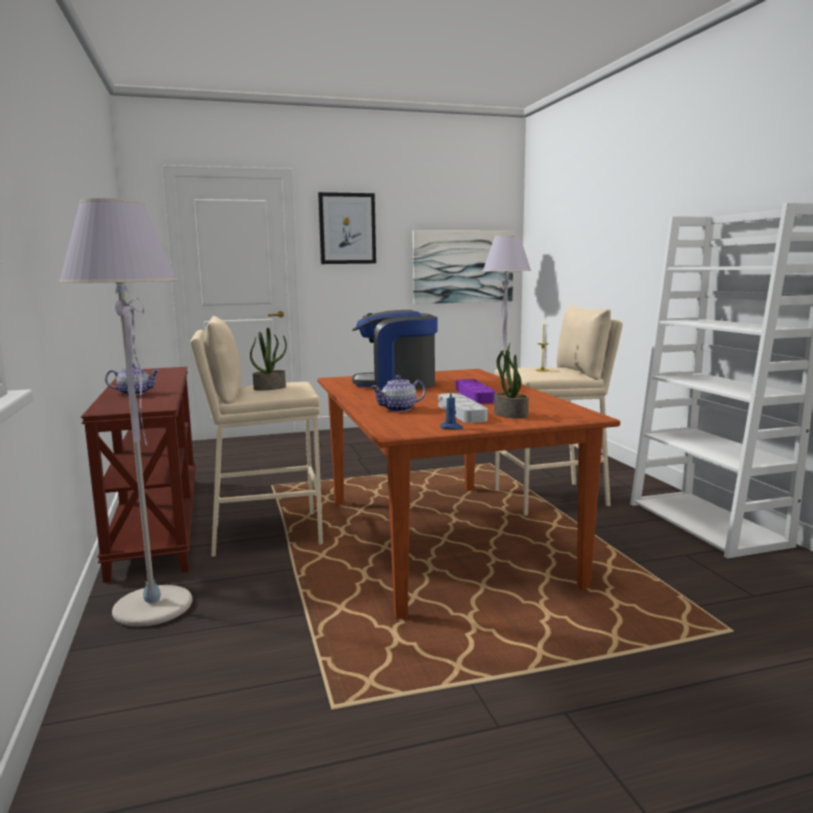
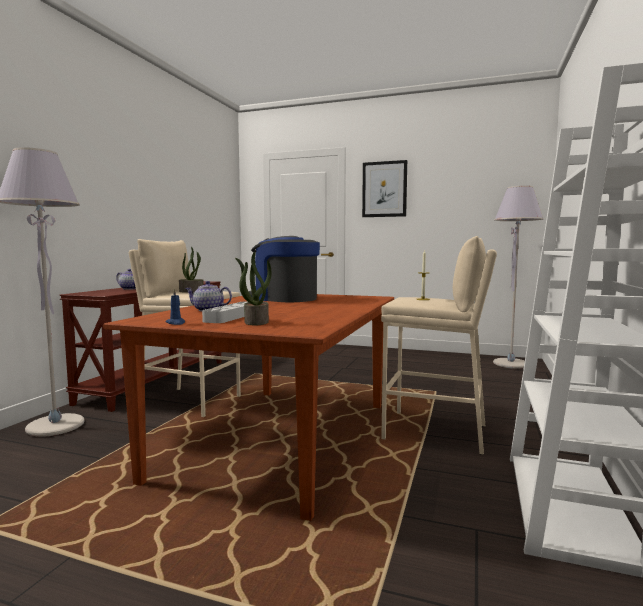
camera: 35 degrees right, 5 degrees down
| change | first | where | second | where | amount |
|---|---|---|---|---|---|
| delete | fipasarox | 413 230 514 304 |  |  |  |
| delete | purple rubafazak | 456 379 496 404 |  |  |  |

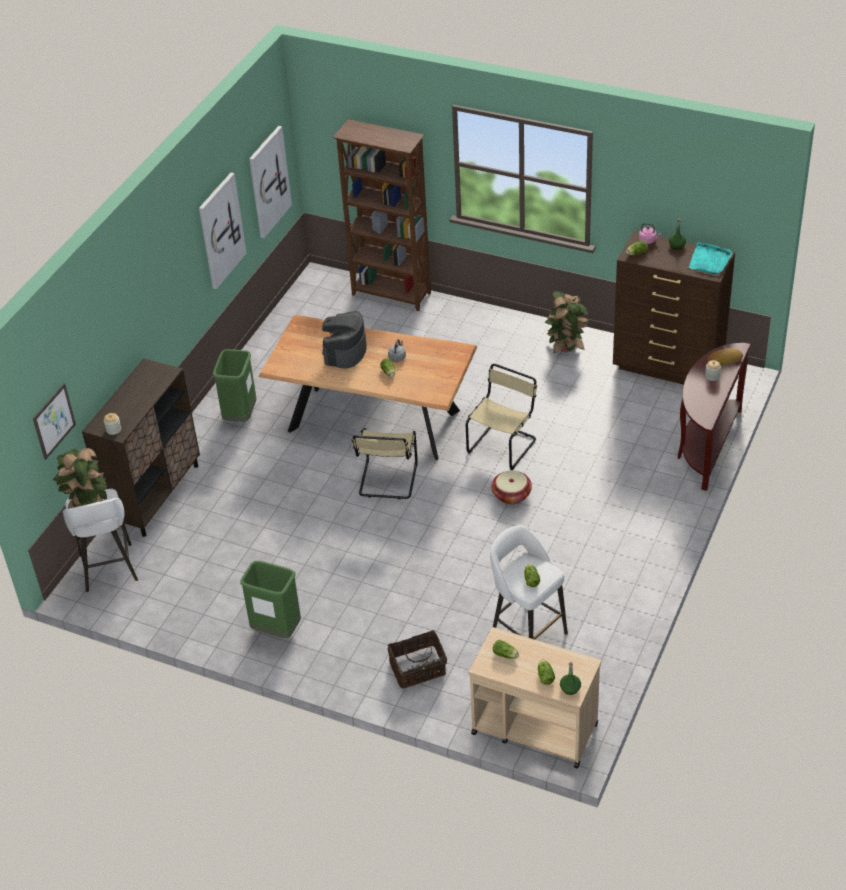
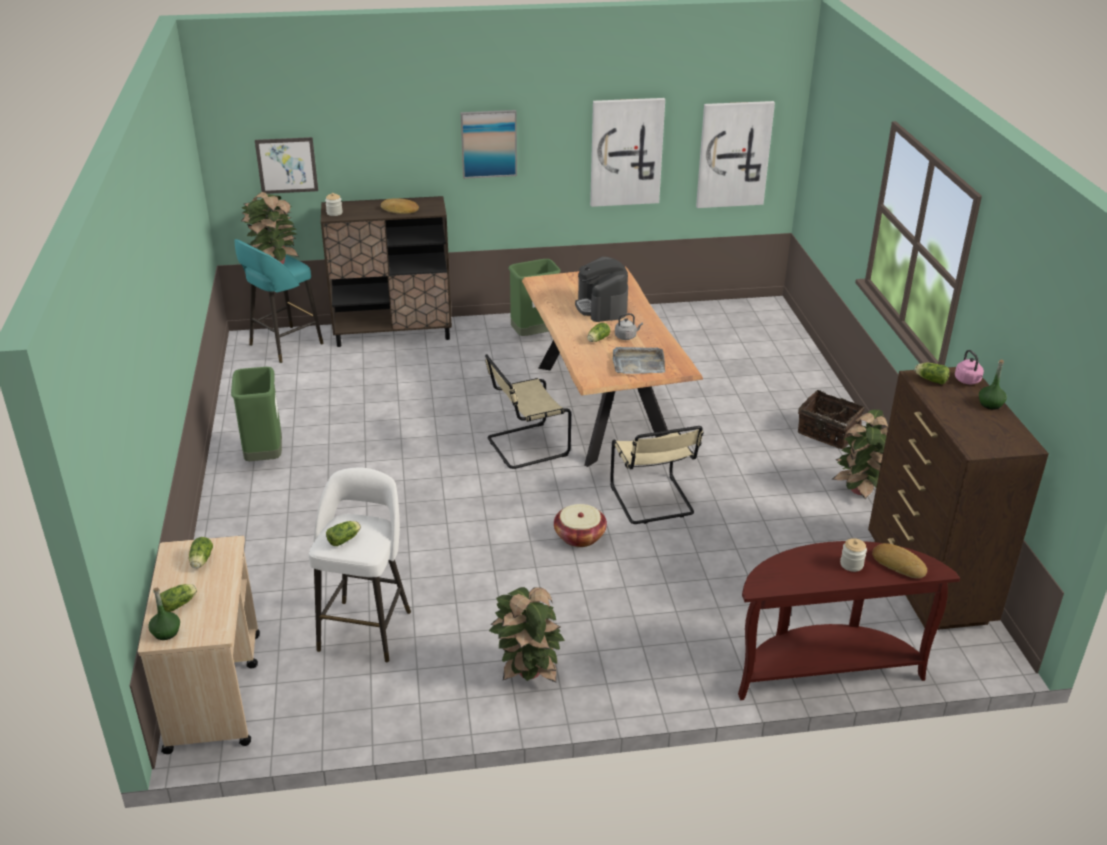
camera: 55 degrees right, 10 degrees down
| change | first | where | second | where | amount |
|---|---|---|---|---|---|
| recolor | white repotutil | 63 489 138 592 | turquoise repotutil | 234 239 324 363 |  |
| insert |  |  | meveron | 381 198 419 214 |  |
| insert |  |  | fipasarox | 461 110 517 179 |  |
| insert |  |  | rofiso | 489 587 565 683 |  |
| rotate | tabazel | 322 311 367 369 |  | 575 257 628 322 | 90 degrees counterclockwise |
| rotate | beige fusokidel | 466 364 537 470 |  | 610 426 703 524 | 75 degrees clockwise |
| insert |  |  | grey rubafazak | 613 347 665 374 |  |
| move | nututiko | 388 630 447 689 |  | 798 390 865 449 |  |
| delete | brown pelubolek | 333 119 431 311 |  |  |  |
| delete | turquoise rubafazak | 689 243 733 275 |  |  |  |

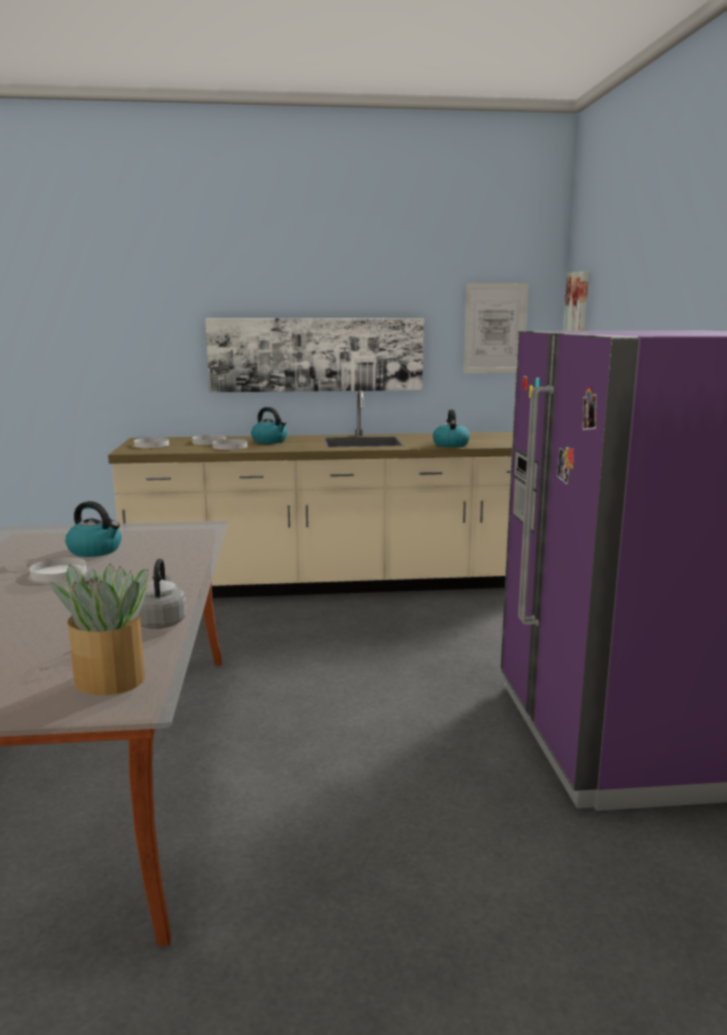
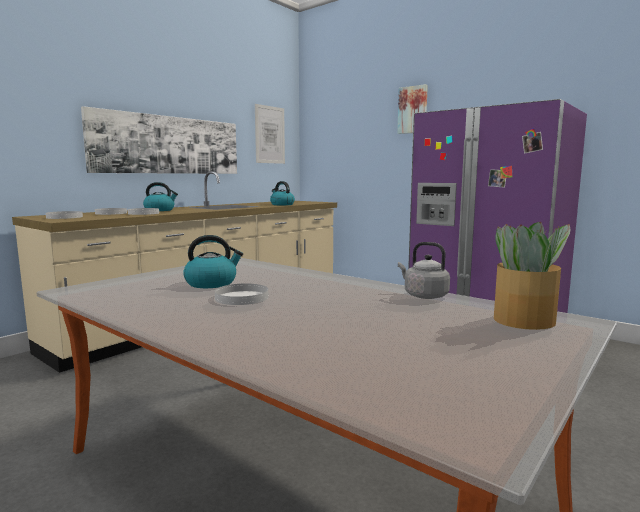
camera: 45 degrees left, 5 degrees down
| change | first | where | second | where | amount |
|---|---|---|---|---|---|
| move | fipasarox | 563 271 589 331 |  | 397 84 428 134 |  |

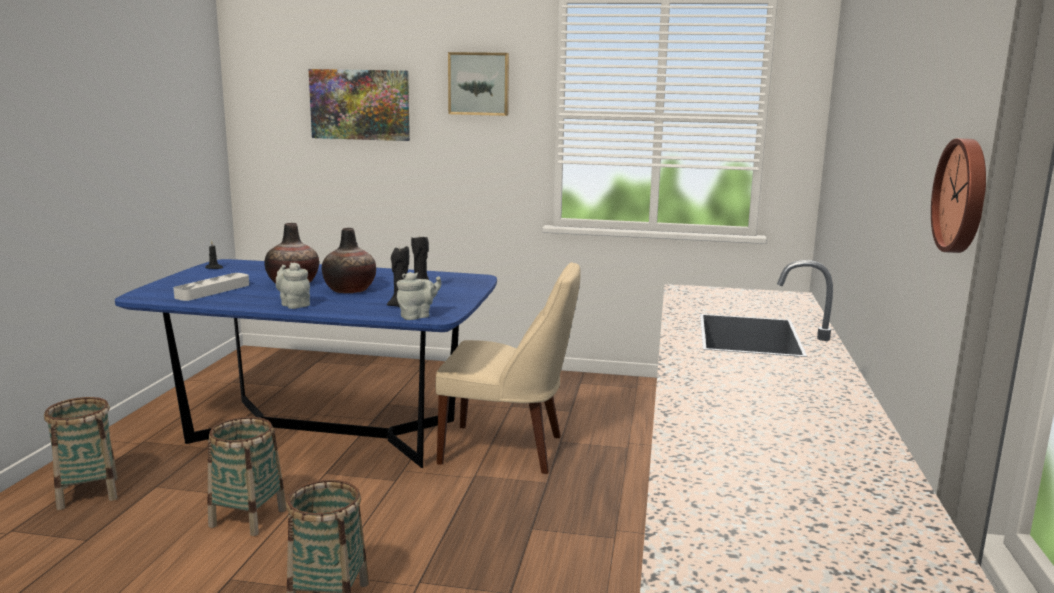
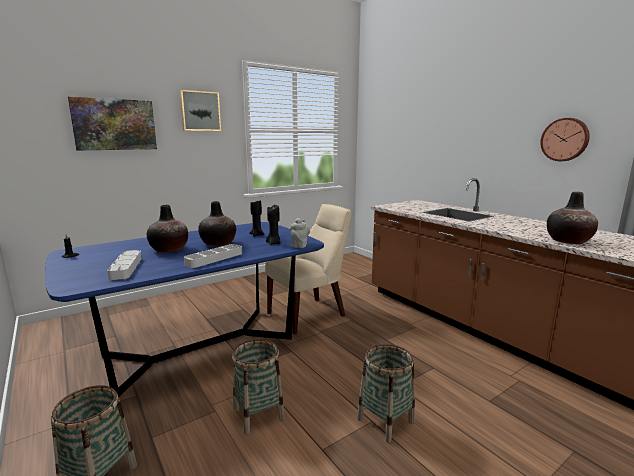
camera: 45 degrees left, 0 degrees up
| change | first | where | second | where | amount |
|---|---|---|---|---|---|
| replace | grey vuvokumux | 276 263 310 309 | grey rubafazak | 184 244 242 268 |  |
| insert |  |  | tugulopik | 547 192 598 244 |  |

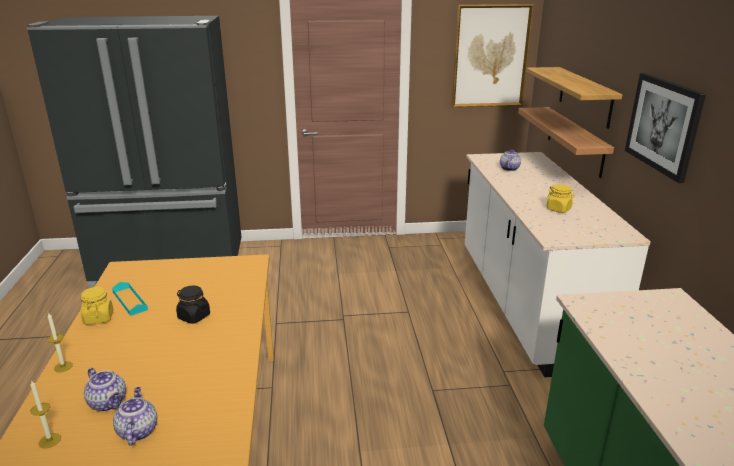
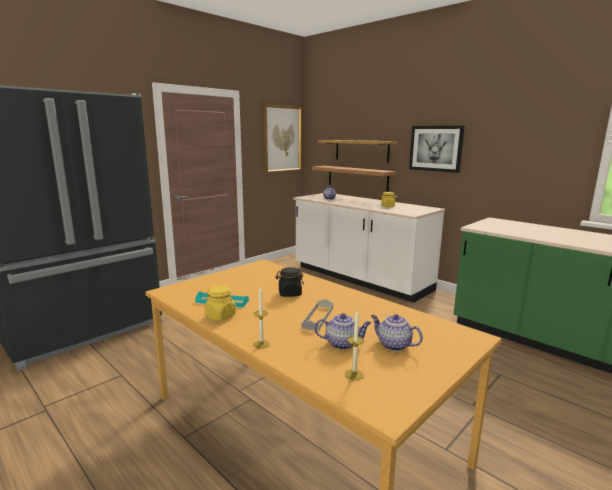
camera: 40 degrees left, 10 degrees down
| change | first | where | second | where | amount |
|---|---|---|---|---|---|
| insert |  |  | grey rubafazak | 301 299 333 331 |  |

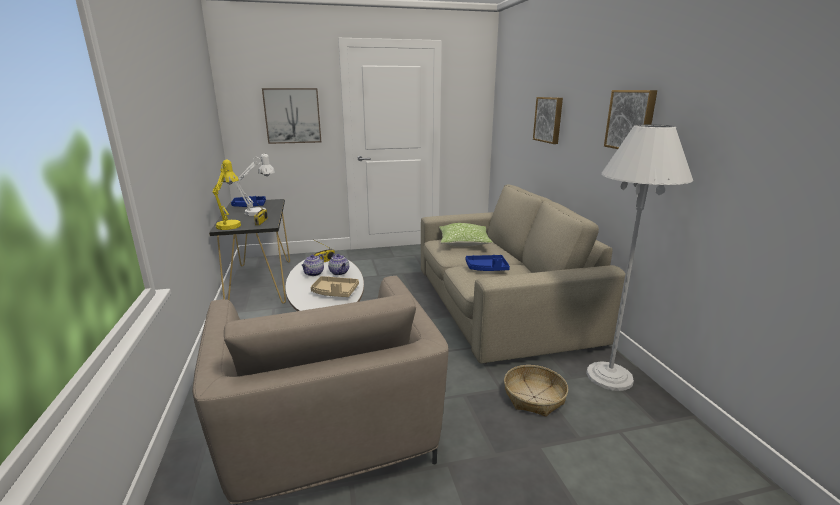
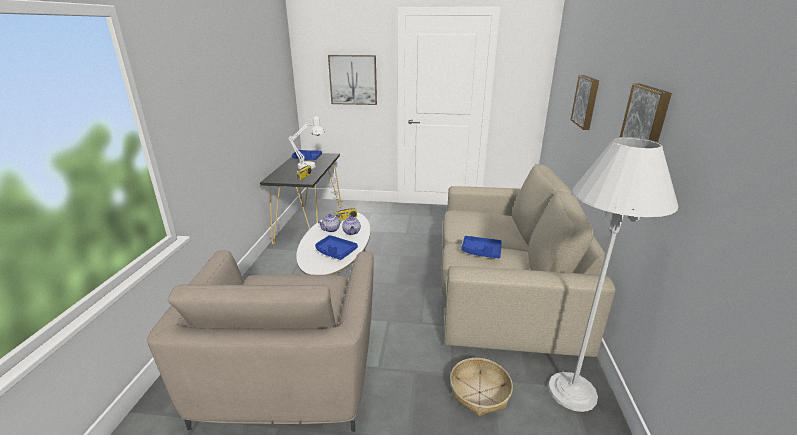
camera: 20 degrees right, 5 degrees up
| change | first | where | second | where | amount |
|---|---|---|---|---|---|
| recolor | beige rubafazak | 311 276 359 297 | blue rubafazak | 315 235 358 260 |  |
| delete | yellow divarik | 213 160 241 230 |  |  |  |
| delete | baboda | 439 223 492 247 |  |  |  |

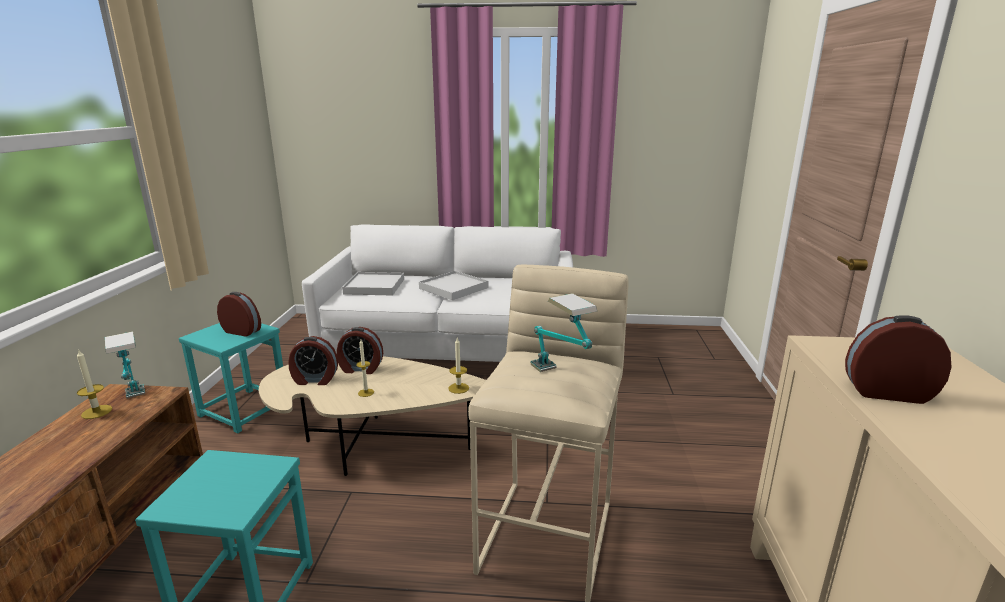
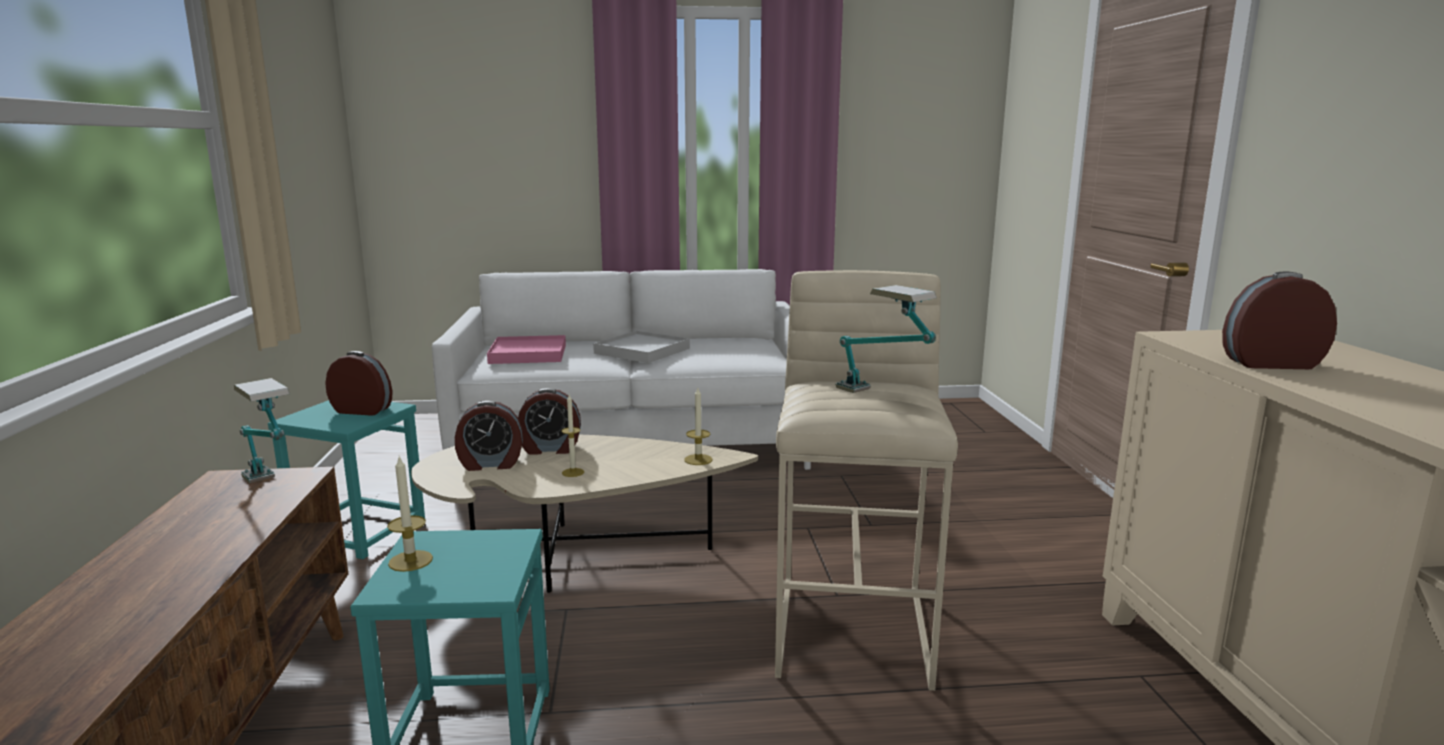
camera: 10 degrees left, 5 degrees down
| change | first | where | second | where | amount |
|---|---|---|---|---|---|
| move | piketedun | 77 349 112 419 |  | 387 457 433 572 |  |
| recolor | white rubafazak | 342 272 404 296 | pink rubafazak | 487 335 566 364 |  |

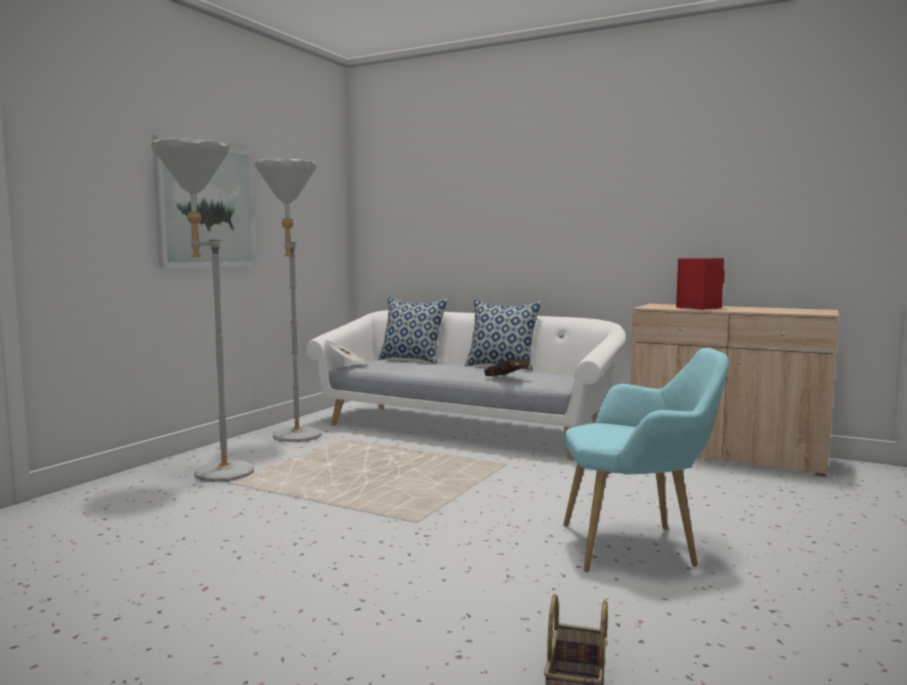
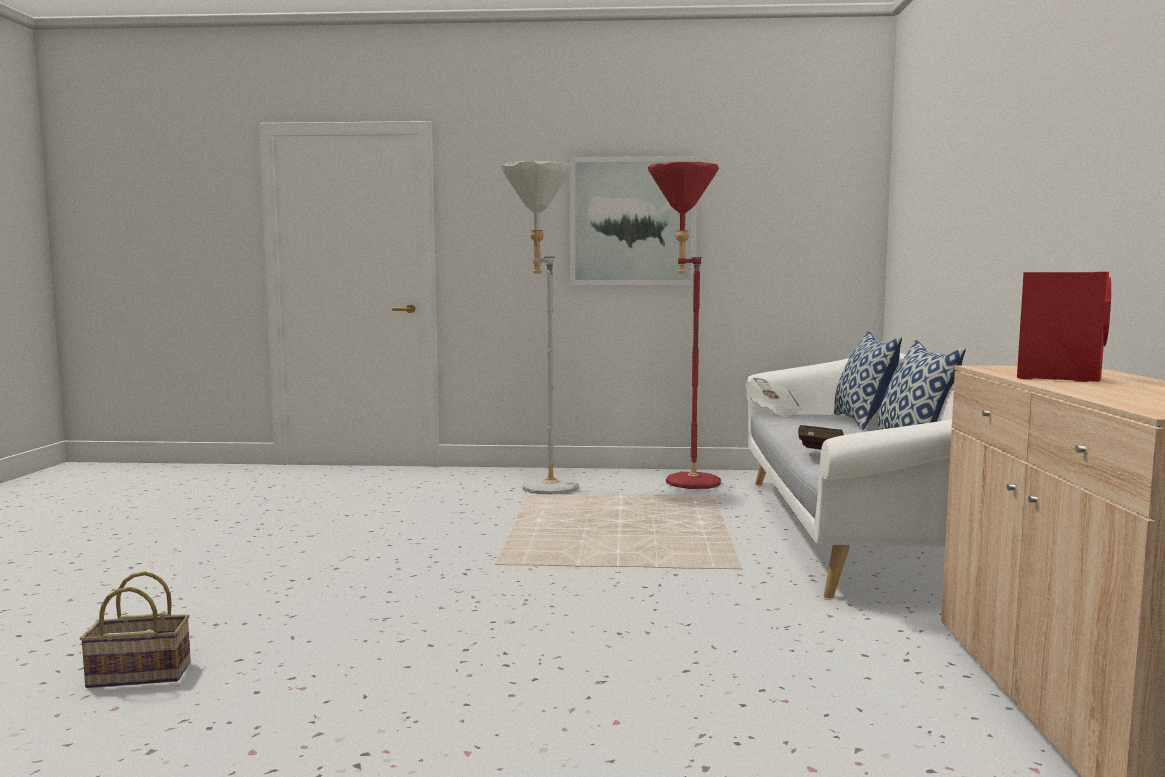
camera: 65 degrees right, 0 degrees up
| change | first | where | second | where | amount |
|---|---|---|---|---|---|
| recolor | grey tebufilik | 254 158 321 442 | red tebufilik | 648 162 721 489 |  |
| delete | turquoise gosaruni | 563 348 729 572 |  |  |  |

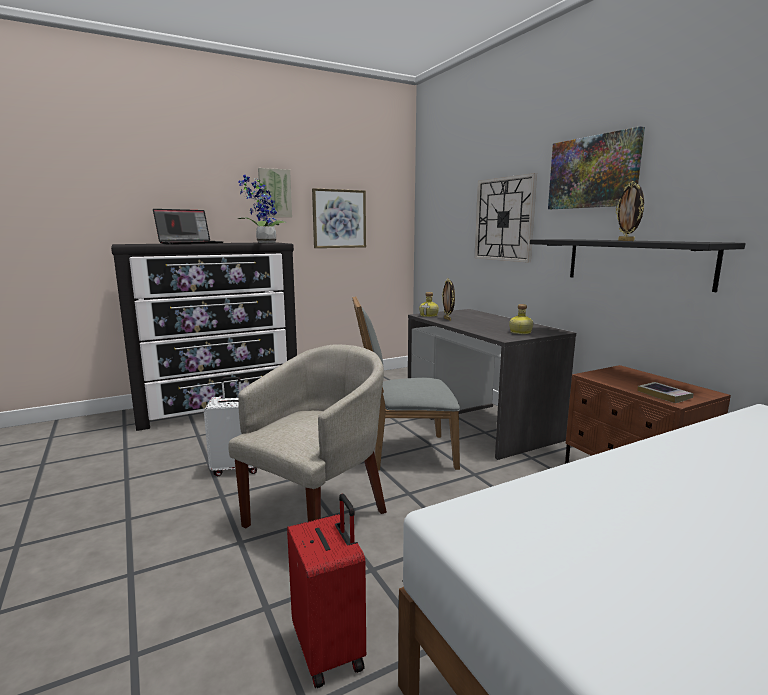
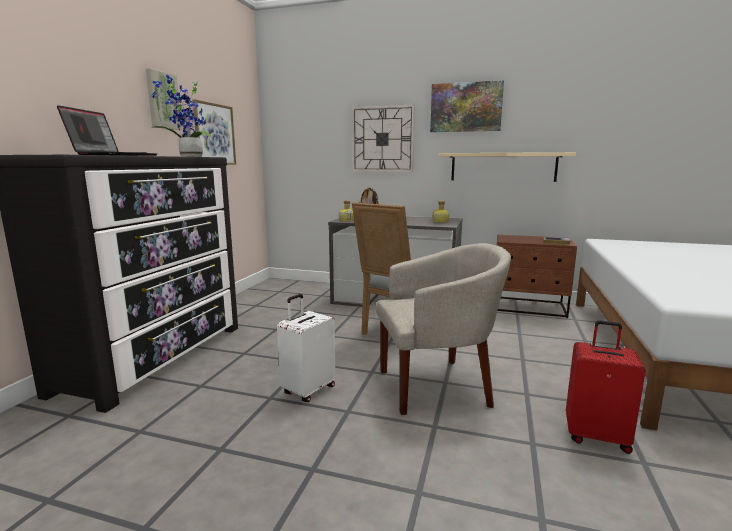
camera: 45 degrees left, 0 degrees up
| change | first | where | second | where | amount |
|---|---|---|---|---|---|
| rotate | beige gosaruni | 228 344 387 528 |  | 376 243 511 415 | 90 degrees clockwise |
| recolor | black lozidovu | 530 239 746 292 | beige lozidovu | 439 152 576 182 |  |
| delete | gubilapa | 616 181 644 241 |  |  |  |

